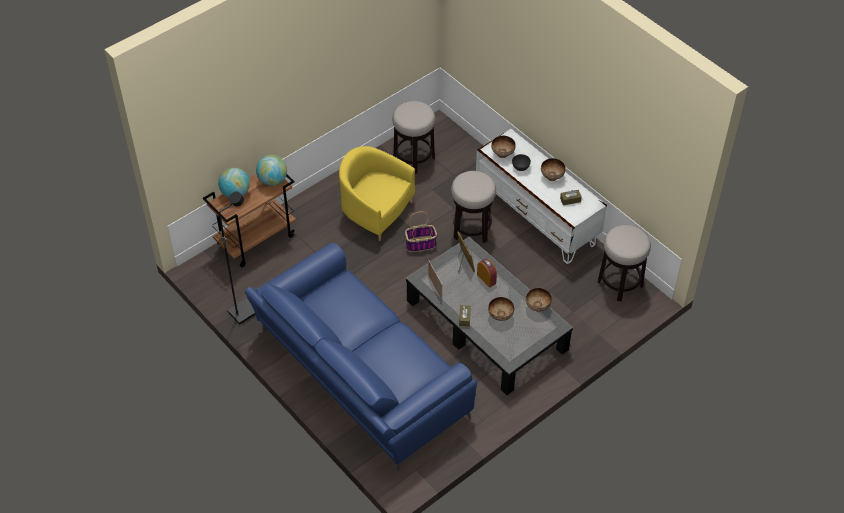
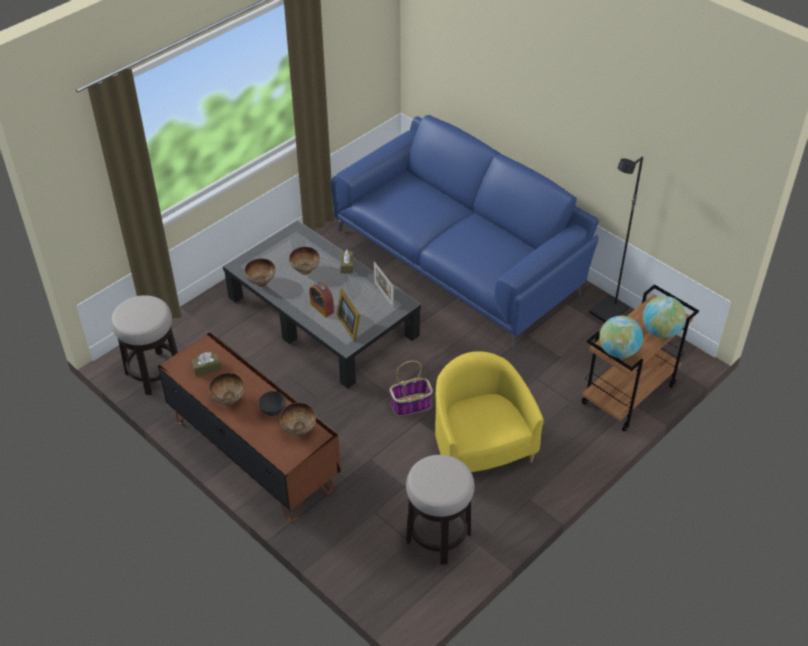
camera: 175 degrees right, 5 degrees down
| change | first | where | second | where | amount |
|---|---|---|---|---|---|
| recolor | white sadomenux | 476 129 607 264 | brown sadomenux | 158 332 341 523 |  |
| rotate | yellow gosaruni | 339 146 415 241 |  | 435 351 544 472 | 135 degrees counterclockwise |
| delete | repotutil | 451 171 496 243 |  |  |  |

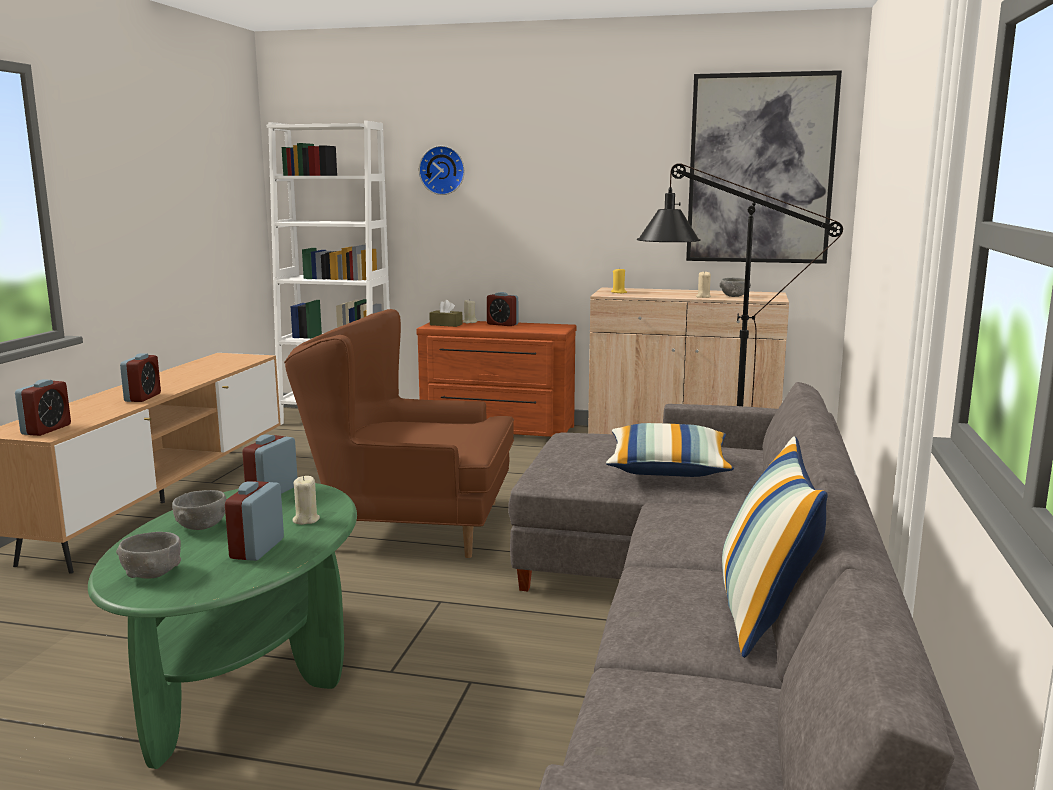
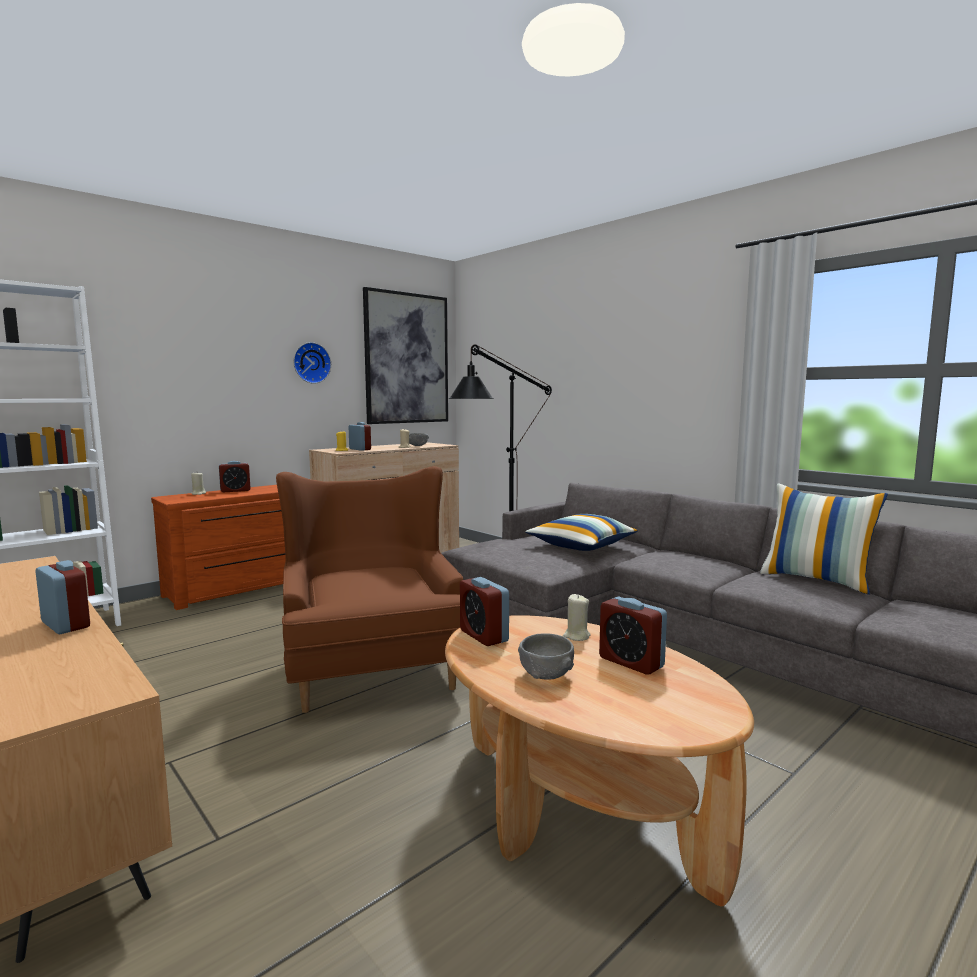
camera: 55 degrees left, 5 degrees down
| change | first | where | second | where | amount |
|---|---|---|---|---|---|
| rotate | brown gosaruni | 284 309 514 558 |  | 276 466 463 713 | 120 degrees clockwise |
| move | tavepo | 419 146 465 195 |  | 293 342 331 384 |  |
| move | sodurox | 15 379 71 436 |  | 349 422 371 451 |  |
| recolor | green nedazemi | 88 483 357 769 | brown nedazemi | 445 615 754 906 |  |
| delete | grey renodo | 116 532 181 579 |  |  |  |
| delete | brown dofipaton | 429 300 463 327 |  |  |  |

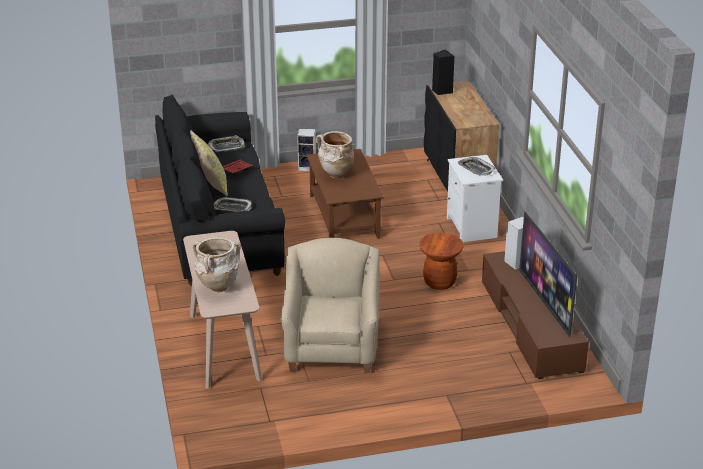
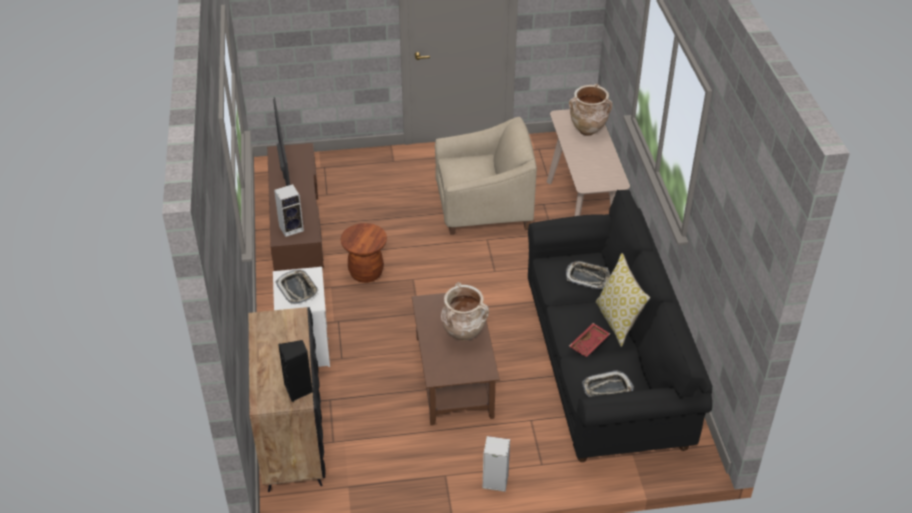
camera: 175 degrees left, 10 degrees up
| change | first | where | second | where | amount |
|---|---|---|---|---|---|
| rotate | beige gosaruni | 280 238 380 373 |  | 435 117 537 235 | 105 degrees counterclockwise |

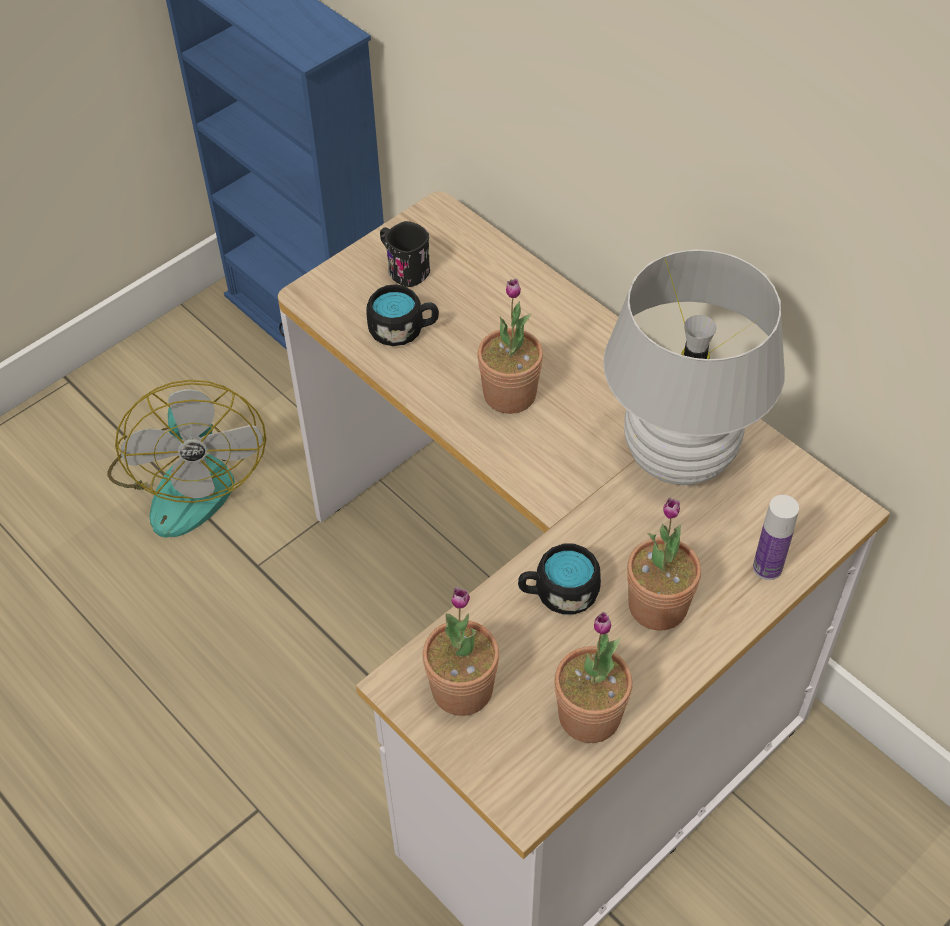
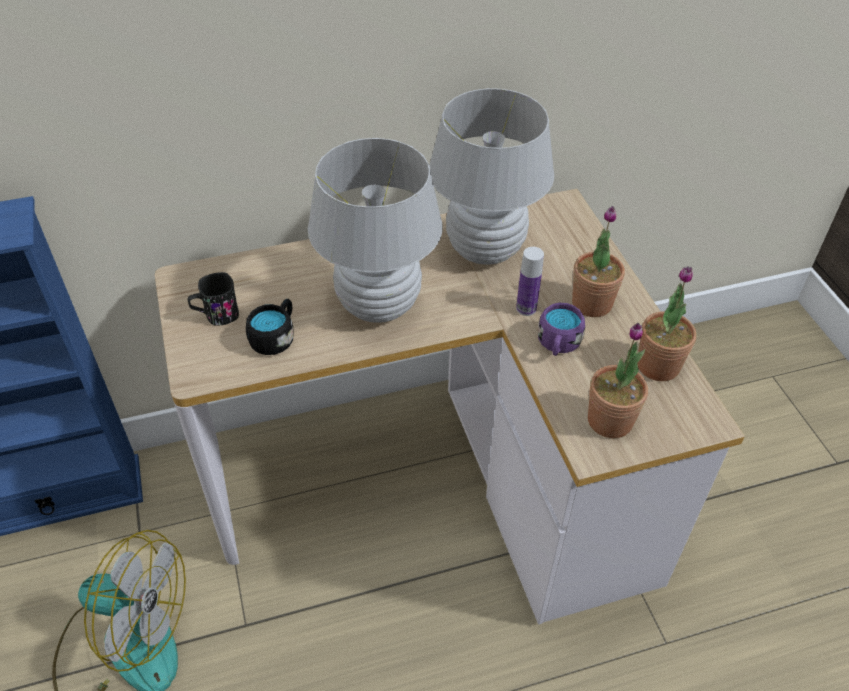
camera: 65 degrees left, 5 degrees down
| change | first | where | second | where | amount |
|---|---|---|---|---|---|
| replace | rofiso | 477 279 543 414 | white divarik | 308 138 443 323 |  |
| move | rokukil | 753 495 799 580 |  | 516 247 544 316 |  |
| recolor | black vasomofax | 518 544 601 615 | purple vasomofax | 538 303 585 356 |  |

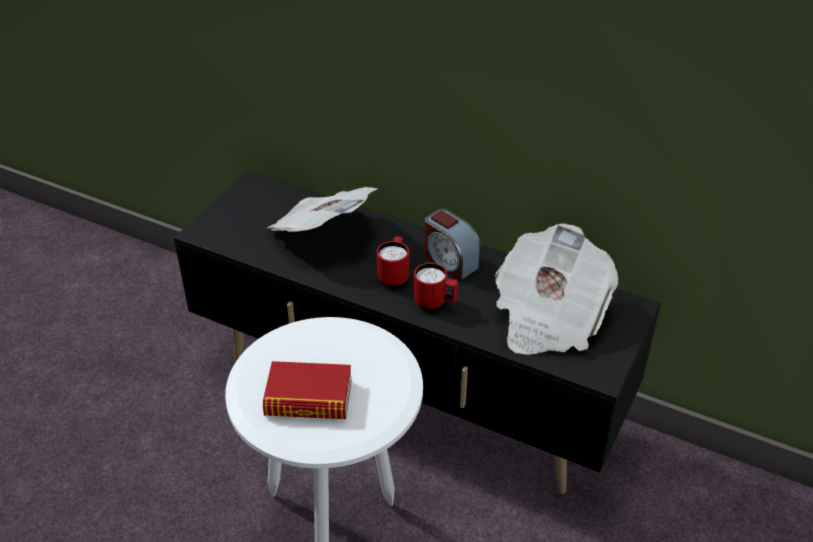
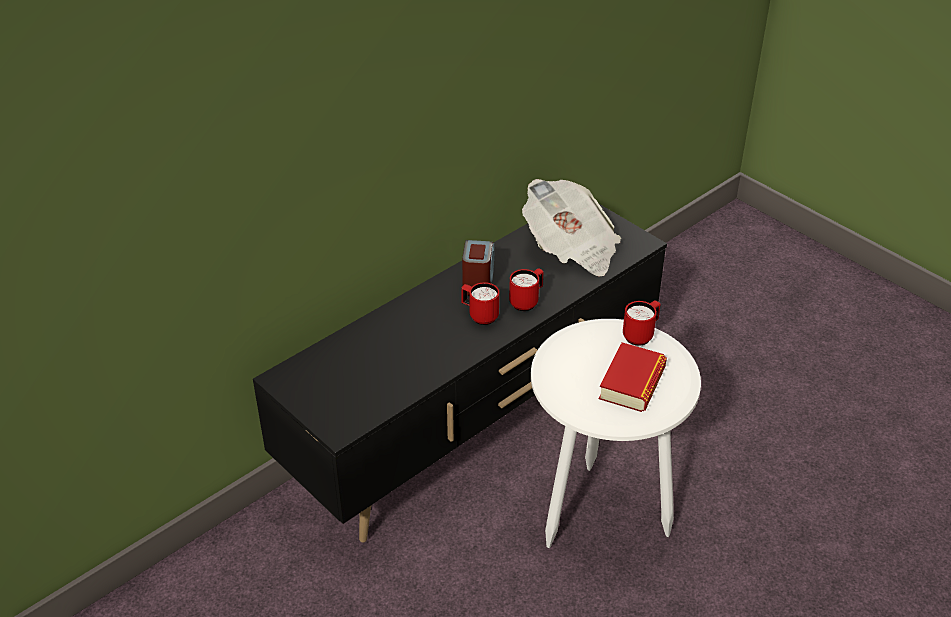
camera: 70 degrees left, 0 degrees up
| change | first | where | second | where | amount |
|---|---|---|---|---|---|
| rotate | sodurox | 424 209 481 281 |  | 462 240 494 295 | 60 degrees counterclockwise |
| insert |  |  | red vasomofax | 623 300 661 346 |  |
| delete | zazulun | 268 187 378 232 |  |  |  |

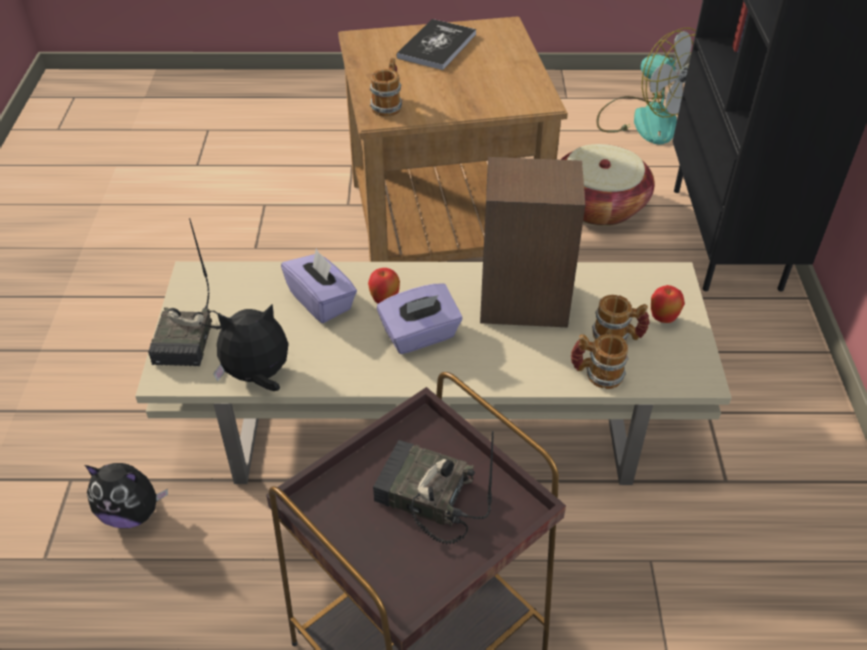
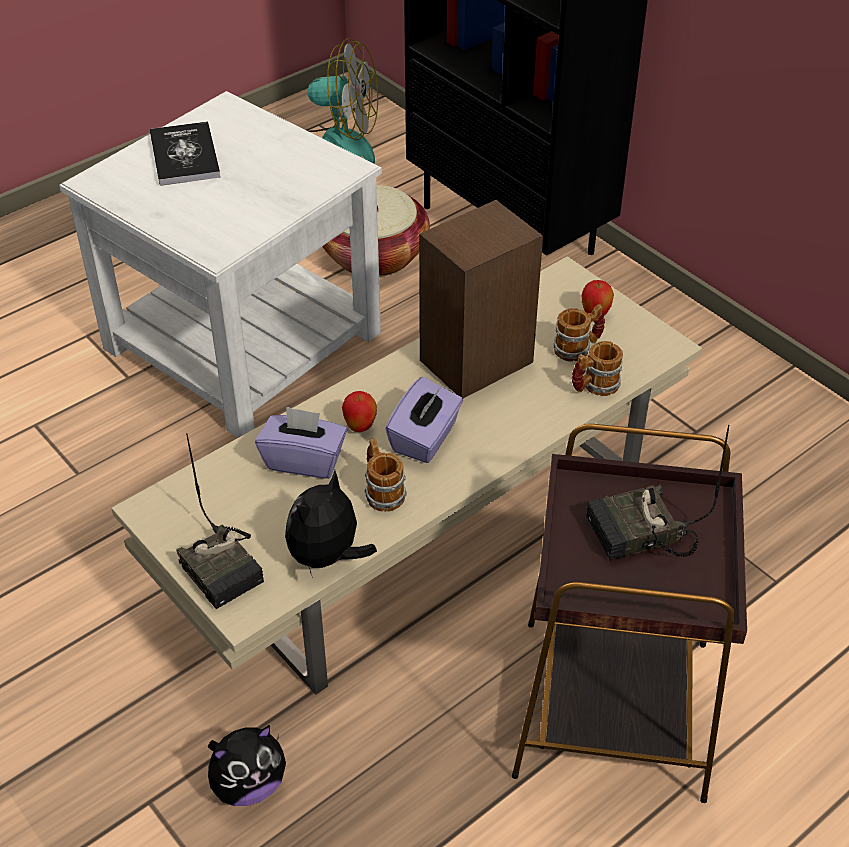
camera: 40 degrees left, 0 degrees up
| change | first | where | second | where | amount |
|---|---|---|---|---|---|
| recolor | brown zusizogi | 338 16 568 262 | white zusizogi | 59 91 382 438 |  |
| move | vasomofax | 370 58 402 117 |  | 364 438 407 512 |  |

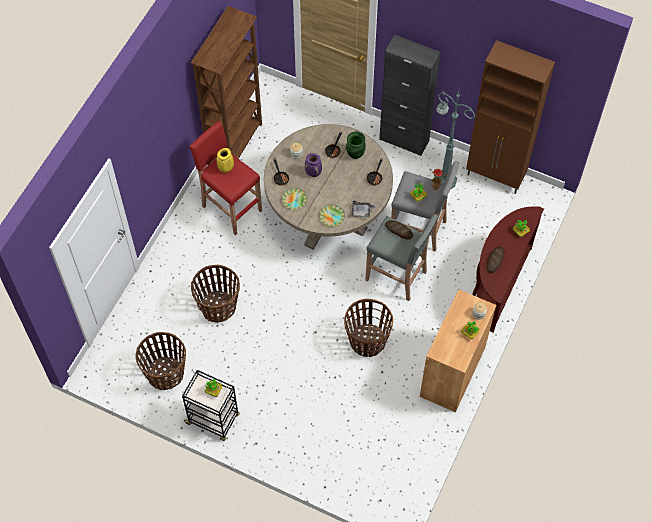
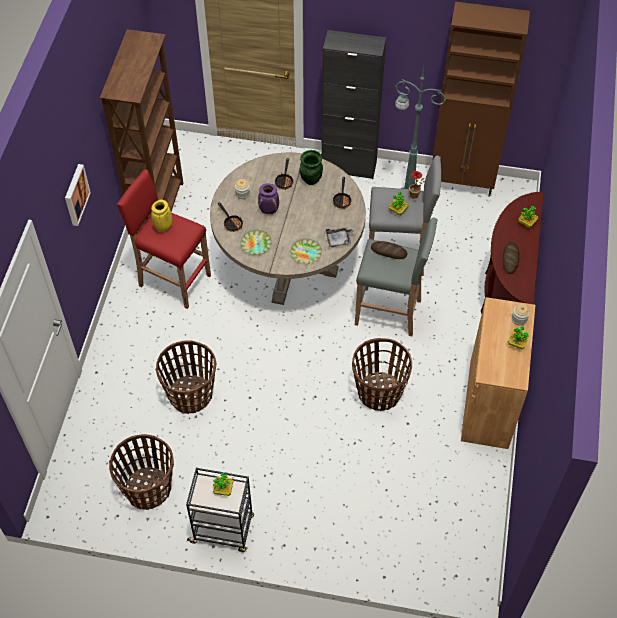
camera: 15 degrees left, 5 degrees down
| change | first | where | second | where | amount |
|---|---|---|---|---|---|
| insert |  |  | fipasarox | 65 164 91 226 |  |

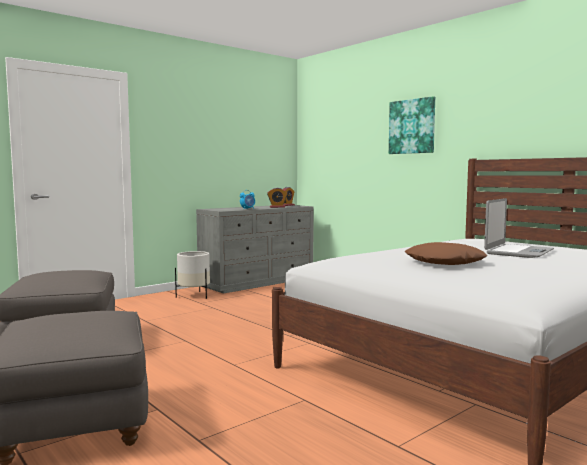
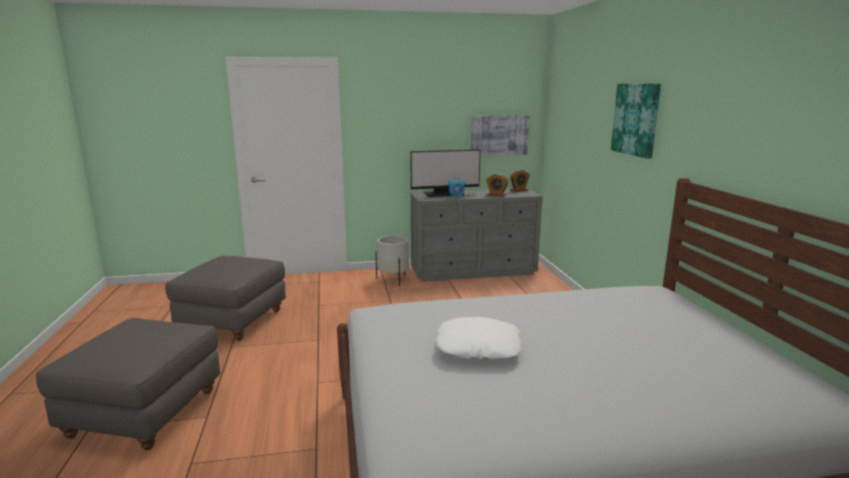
camera: 30 degrees right, 10 degrees up
| change | first | where | second | where | amount |
|---|---|---|---|---|---|
| insert |  |  | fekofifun | 410 149 480 197 |  |
| recolor | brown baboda | 405 242 487 265 | white baboda | 436 317 522 361 |  |
| insert |  |  | fipasarox | 471 115 529 156 |  |
| delete | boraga | 484 198 554 258 |  |  |  |

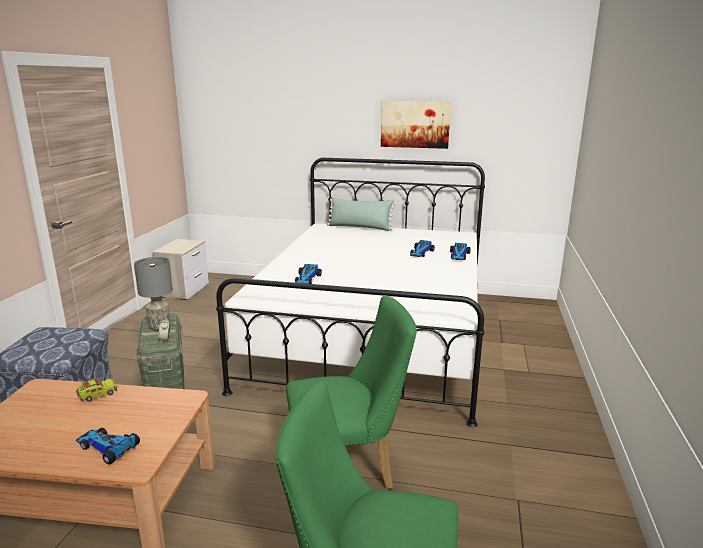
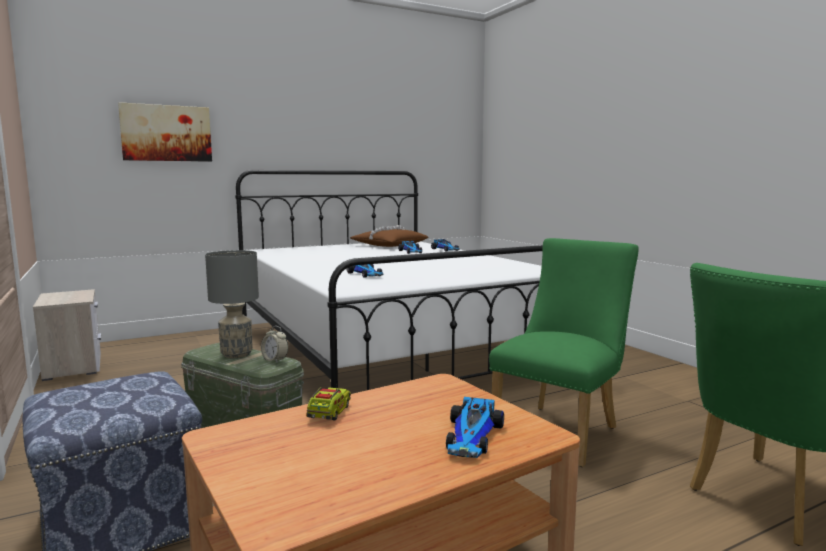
camera: 40 degrees left, 10 degrees down
| change | first | where | second | where | amount |
|---|---|---|---|---|---|
| move | fipasarox | 381 101 451 149 |  | 118 102 212 162 |  |
| insert |  |  | brown baboda | 350 225 429 247 |  |
| rotate | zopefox | 76 427 140 465 |  | 446 397 504 458 | 60 degrees counterclockwise |
| delete | green baboda | 327 197 396 231 |  |  |  |

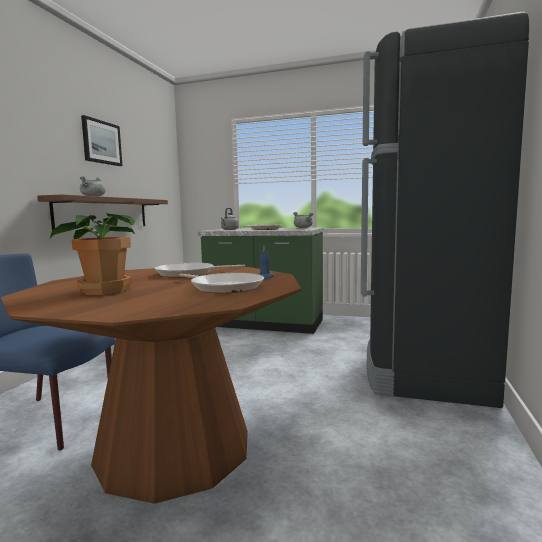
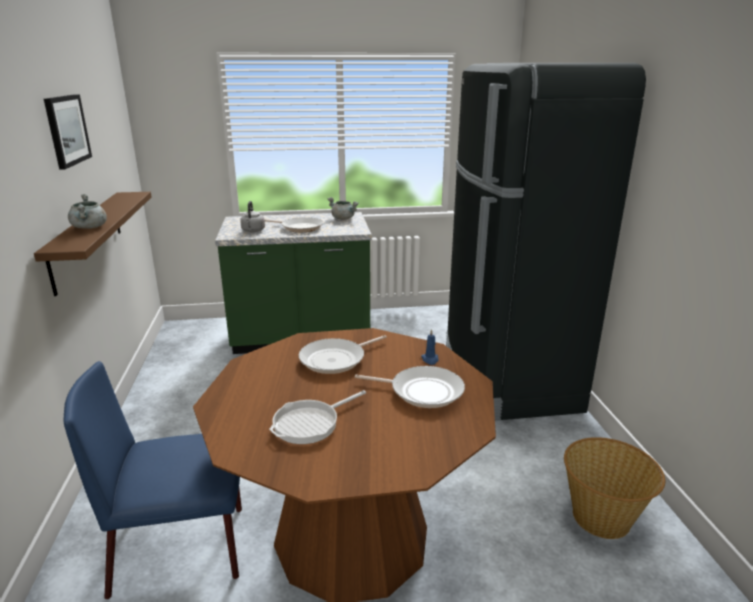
camera: 25 degrees left, 15 degrees up
| change | first | where | second | where | amount |
|---|---|---|---|---|---|
| replace | rofiso | 50 213 135 295 | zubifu | 269 390 366 444 |  |
| insert |  |  | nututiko | 564 437 665 539 |  |

